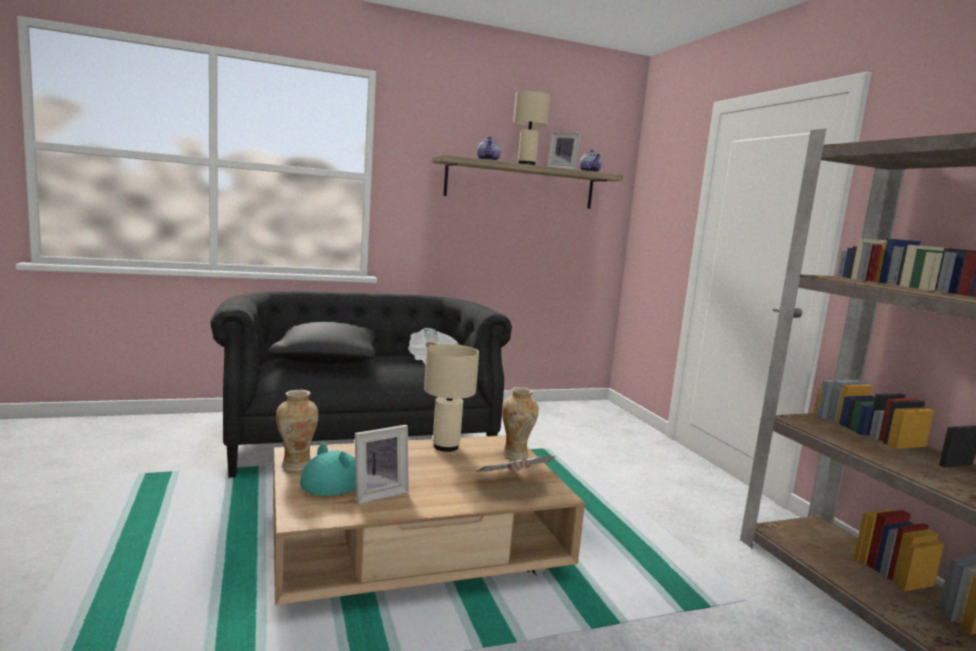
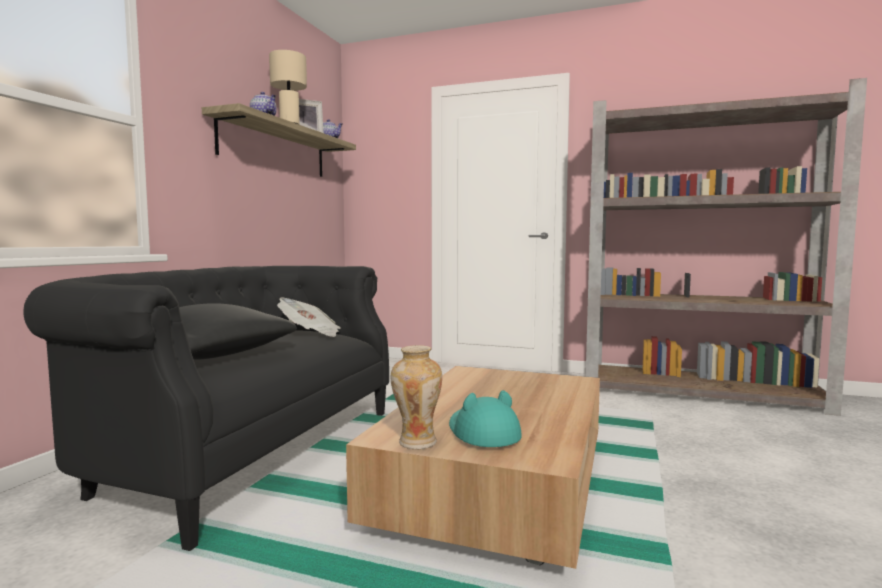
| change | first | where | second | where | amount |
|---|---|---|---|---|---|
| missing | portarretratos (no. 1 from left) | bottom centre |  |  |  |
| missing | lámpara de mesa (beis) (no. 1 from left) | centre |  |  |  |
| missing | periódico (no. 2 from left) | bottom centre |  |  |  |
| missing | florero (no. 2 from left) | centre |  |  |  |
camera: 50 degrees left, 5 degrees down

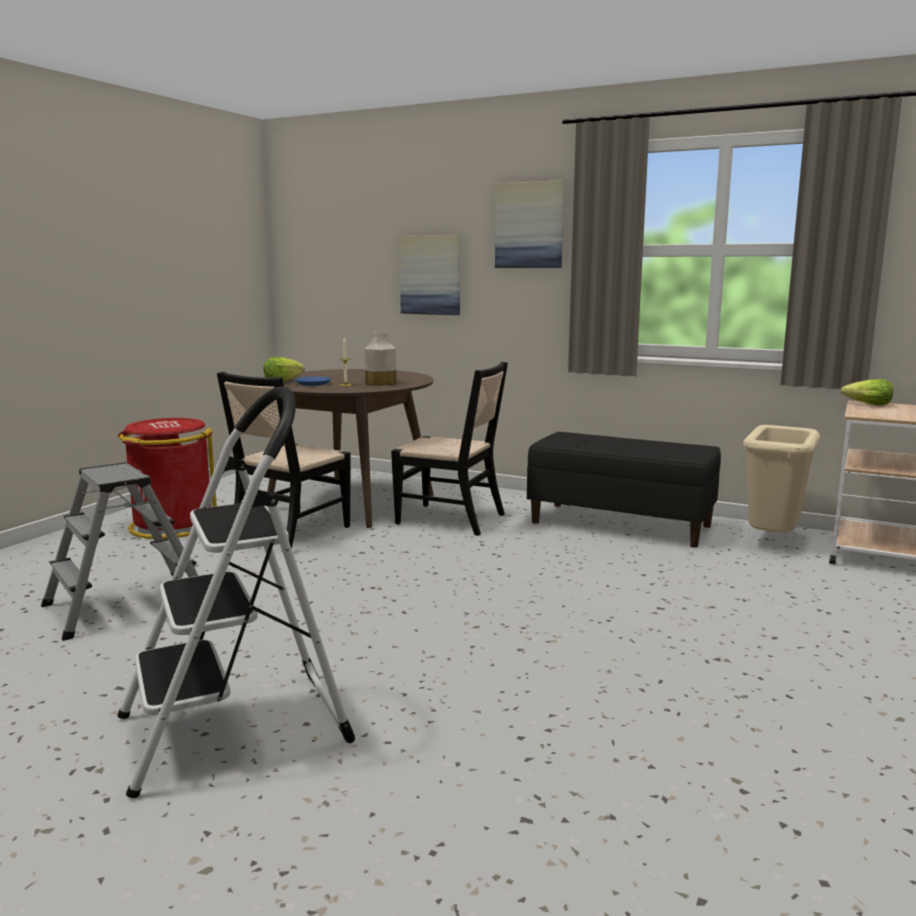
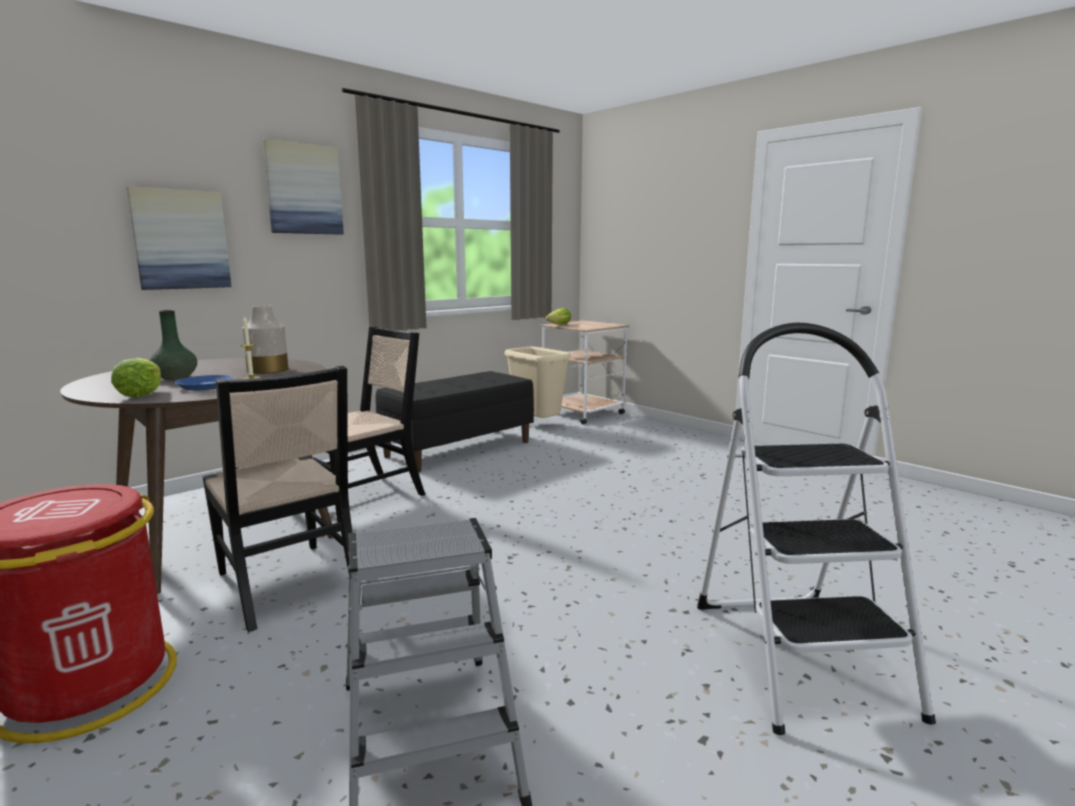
| change | first | where | second | where | amount |
|---|---|---|---|---|---|
| appeared |  |  | florero (verde) | middle left |  |
camera: 70 degrees left, 0 degrees up

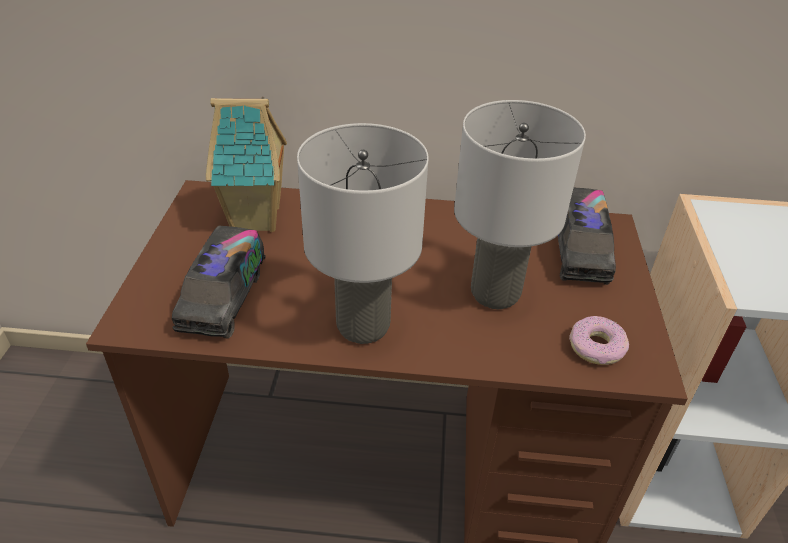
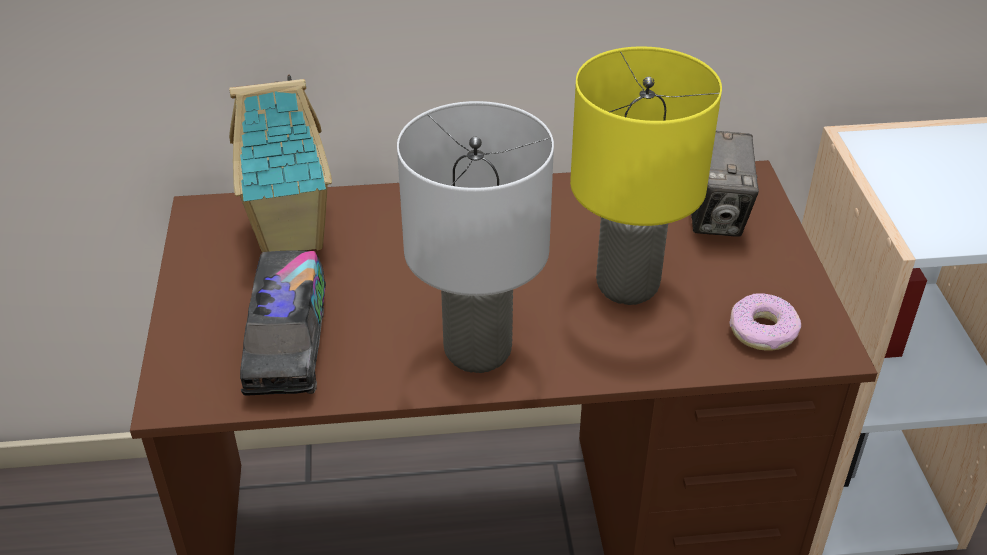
| change | first | where | second | where | amount |
|---|---|---|---|---|---|
| exchanged | camión de juguete (no. 2 from left) | middle right | cámara | top right |  |
| colour | lámpara de mesa (blanco) (no. 2 from left) | centre | lámpara de mesa (amarillo) | top centre |  |
camera: 10 degrees left, 0 degrees up

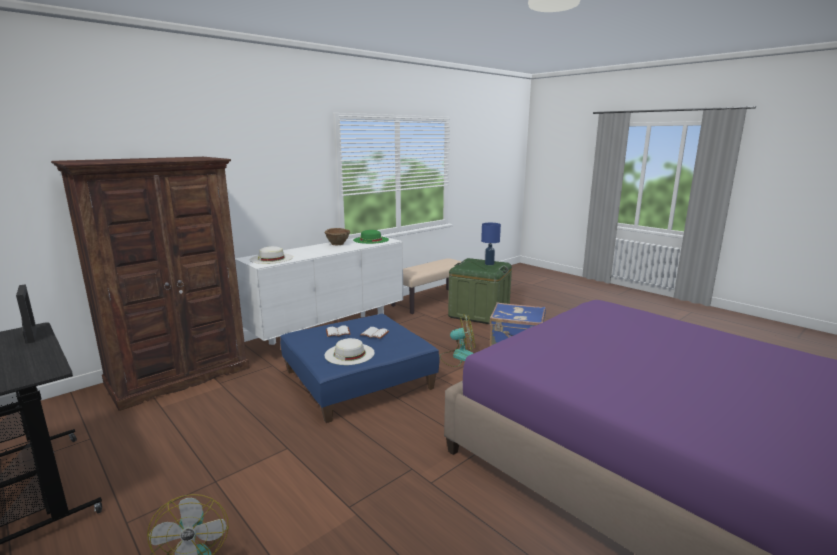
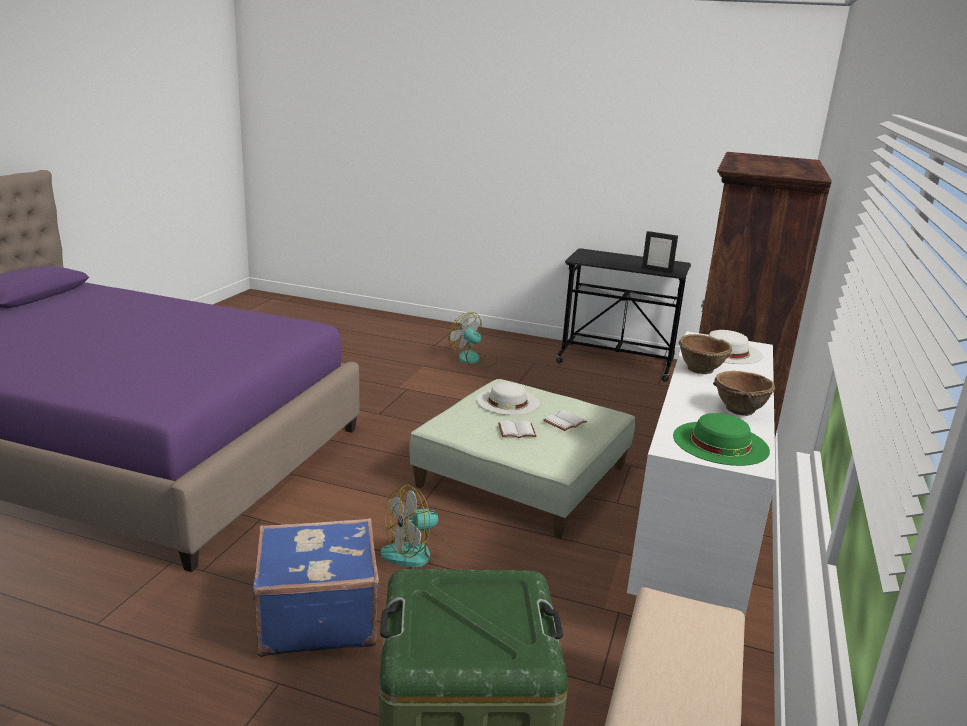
| change | first | where | second | where | amount |
|---|---|---|---|---|---|
| missing | lámpara de mesa (azul) | centre |  |  |  |
| appeared |  |  | cuenco (marrón) (no. 1 from left) | middle right |  |
| colour | puf (azul) | centre | puf (verde) | centre |  |
camera: 150 degrees right, 5 degrees up

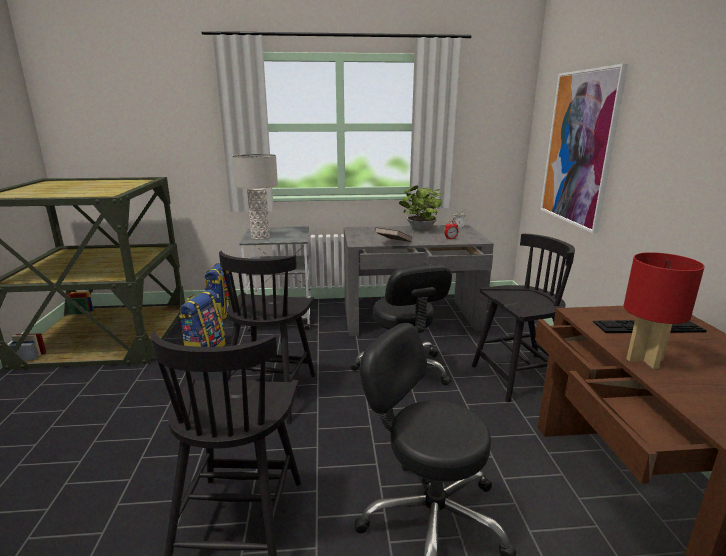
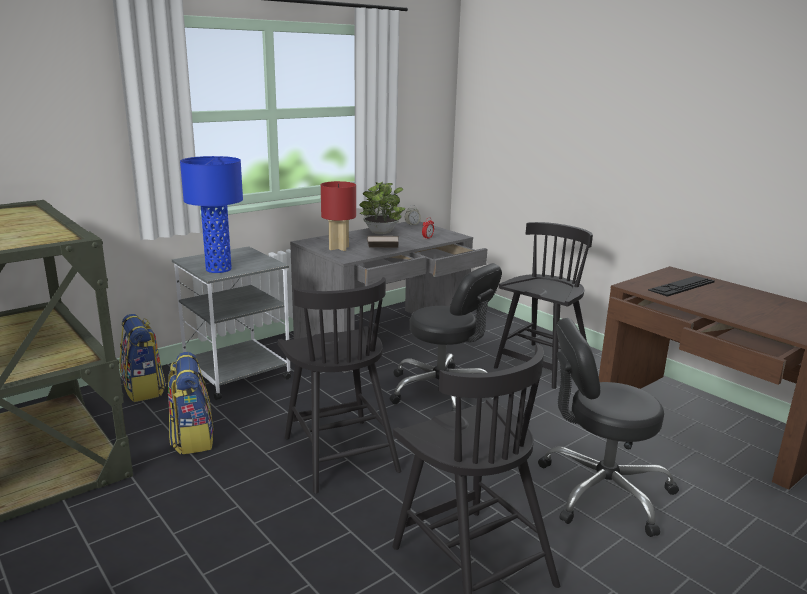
| change | first | where | second | where | amount |
|---|---|---|---|---|---|
| missing | cuadro | top right |  |  |  |
| relocated | lámpara de mesa (rojo) | middle right |  | centre |  |
| colour | lámpara de mesa (blanco) | centre | lámpara de mesa (azul) | middle left |  |
camera: 35 degrees left, 0 degrees up

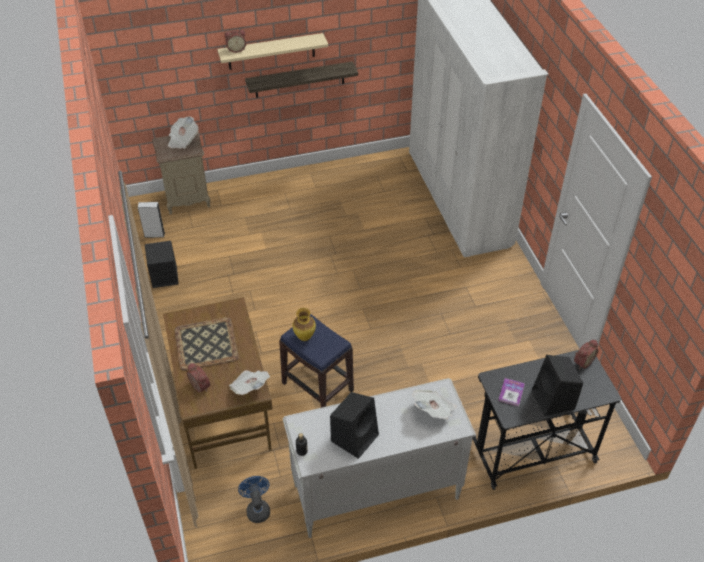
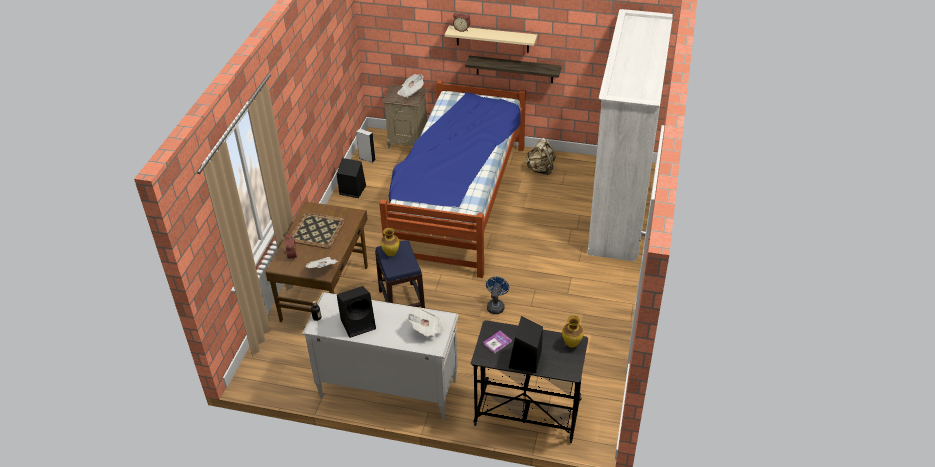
| change | first | where | second | where | amount |
|---|---|---|---|---|---|
| appeared |  |  | cama | centre |  |
| appeared |  |  | mochila (beis) | centre |  |
| relocated | ventilador (azul) | bottom centre |  | centre |  |
| exchanged | despertador (no. 3 from left) | middle right | florero (no. 2 from left) | bottom centre |  |
camera: 30 degrees right, 5 degrees down

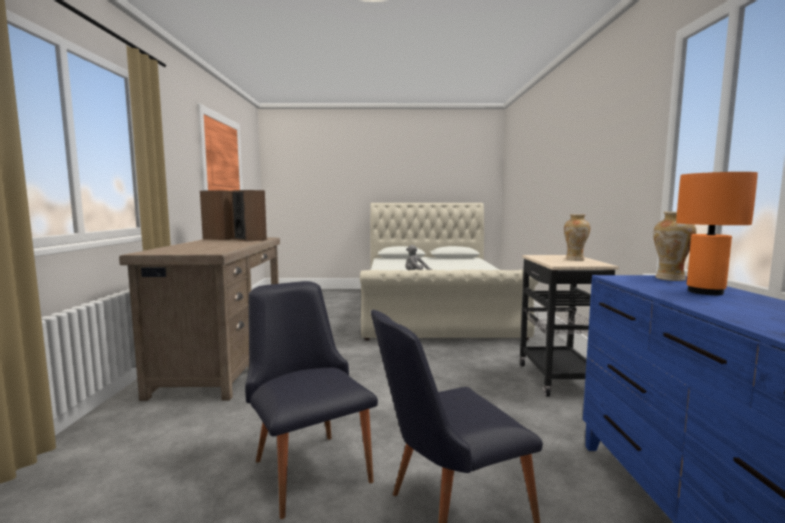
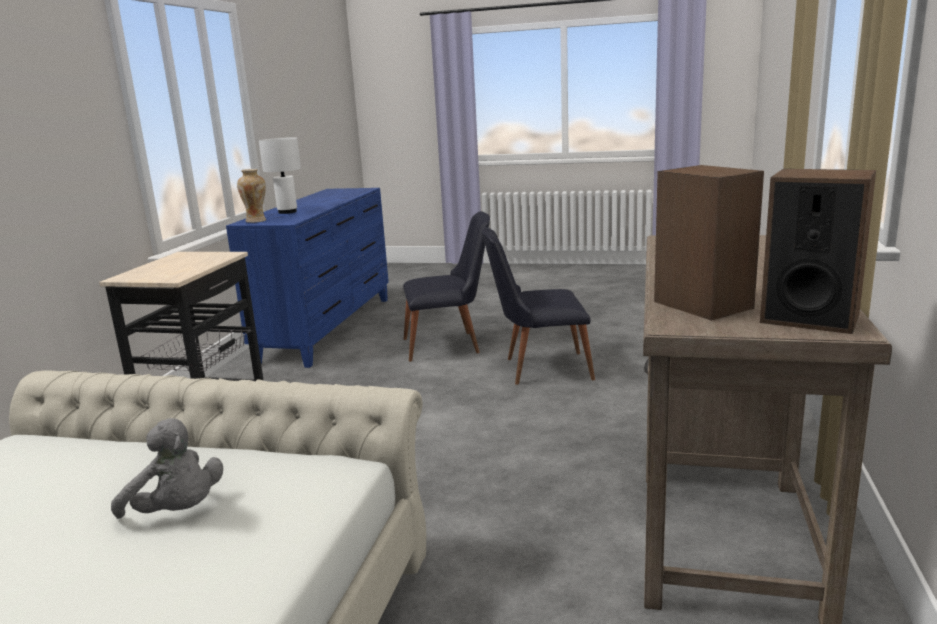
| change | first | where | second | where | amount |
|---|---|---|---|---|---|
| missing | florero (no. 1 from left) | middle right |  |  |  |
| colour | lámpara de mesa (naranja) | middle right | lámpara de mesa (blanco) | top left |  |
| spun | silla (negro) (no. 1 from left in the first image) | bottom centre | silla (negro) (no. 2 from left) | centre | 105 degrees clockwise |
camera: 165 degrees left, 10 degrees up

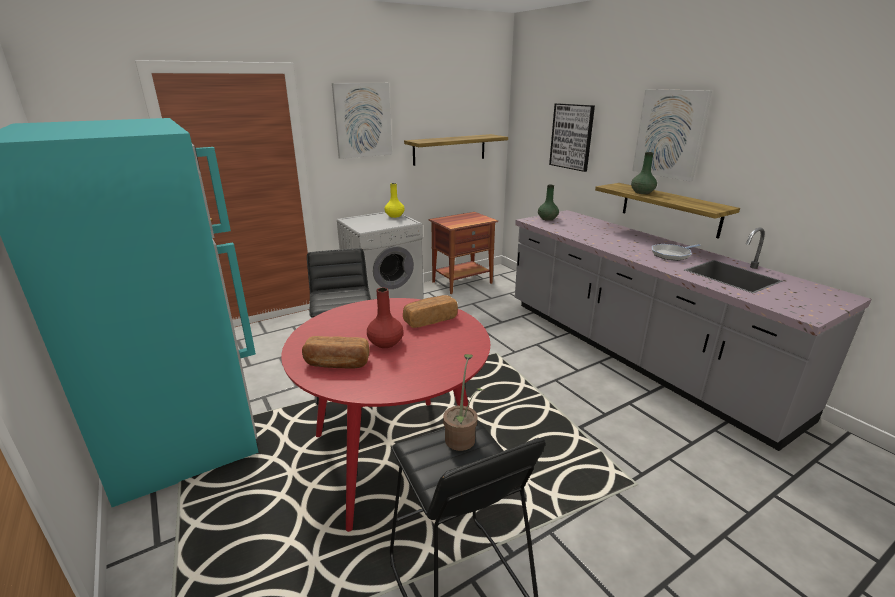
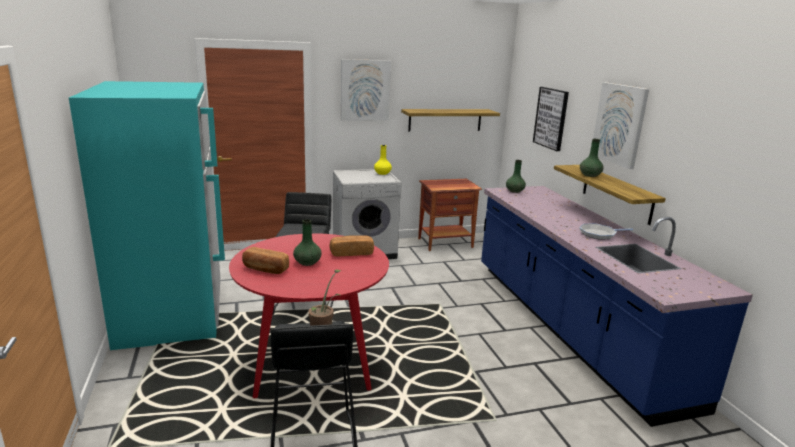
| change | first | where | second | where | amount |
|---|---|---|---|---|---|
| colour | florero (rojo) | centre | florero (verde) (no. 1 from left) | centre |  |
| colour | mueble bajo de cocina (gris) | middle right | mueble bajo de cocina (azul) | bottom right |  |
camera: 15 degrees right, 5 degrees down

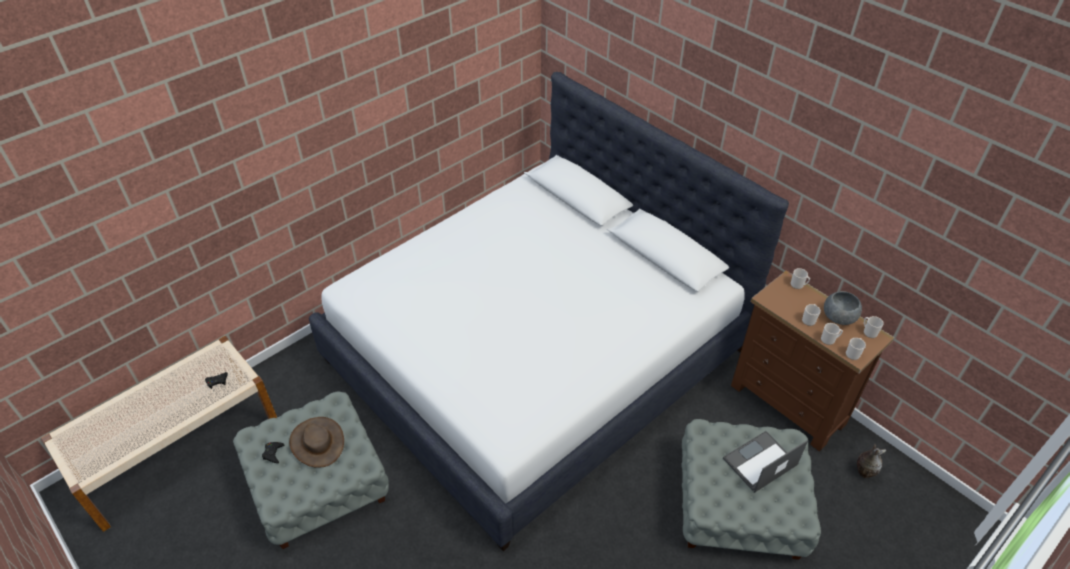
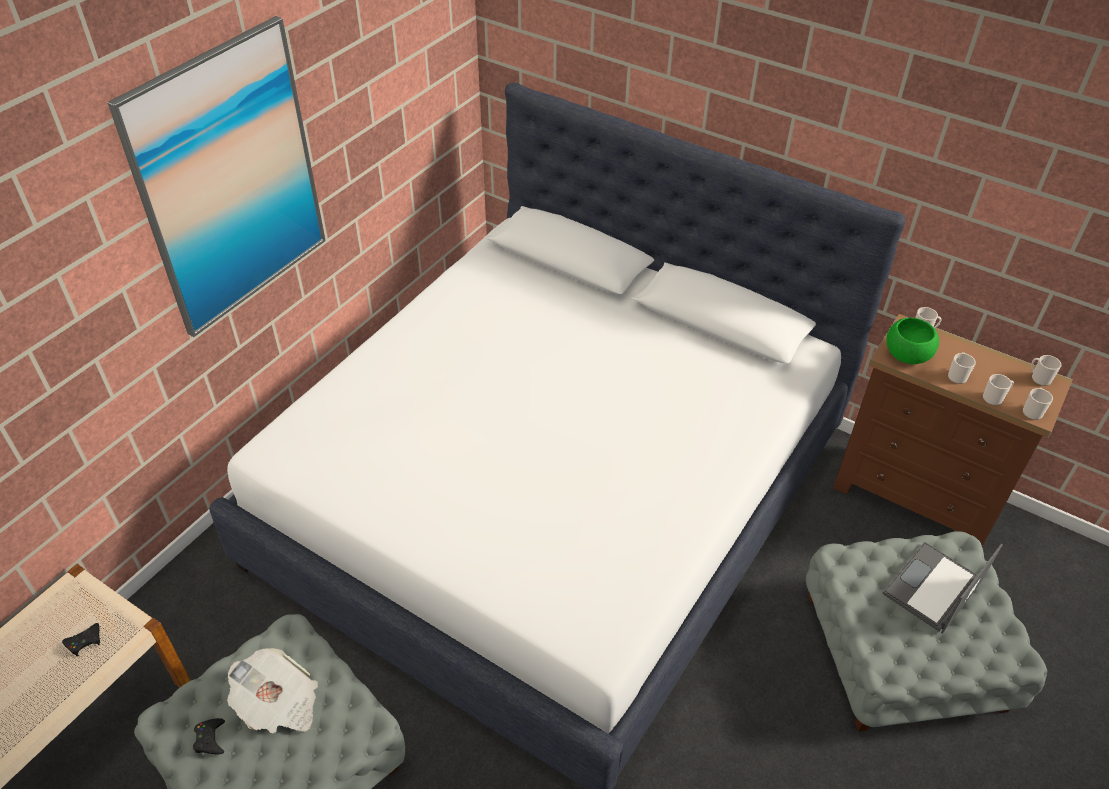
| change | first | where | second | where | amount |
|---|---|---|---|---|---|
| missing | cuenco (gris) | middle right |  |  |  |
| missing | florero | bottom right |  |  |  |
| appeared |  |  | cuadro | top left |  |
| appeared |  |  | cuenco (verde) | middle right |  |
| exchanged | sombrero (marrón) | bottom left | periódico | bottom left |  |
camera: 15 degrees left, 0 degrees up

